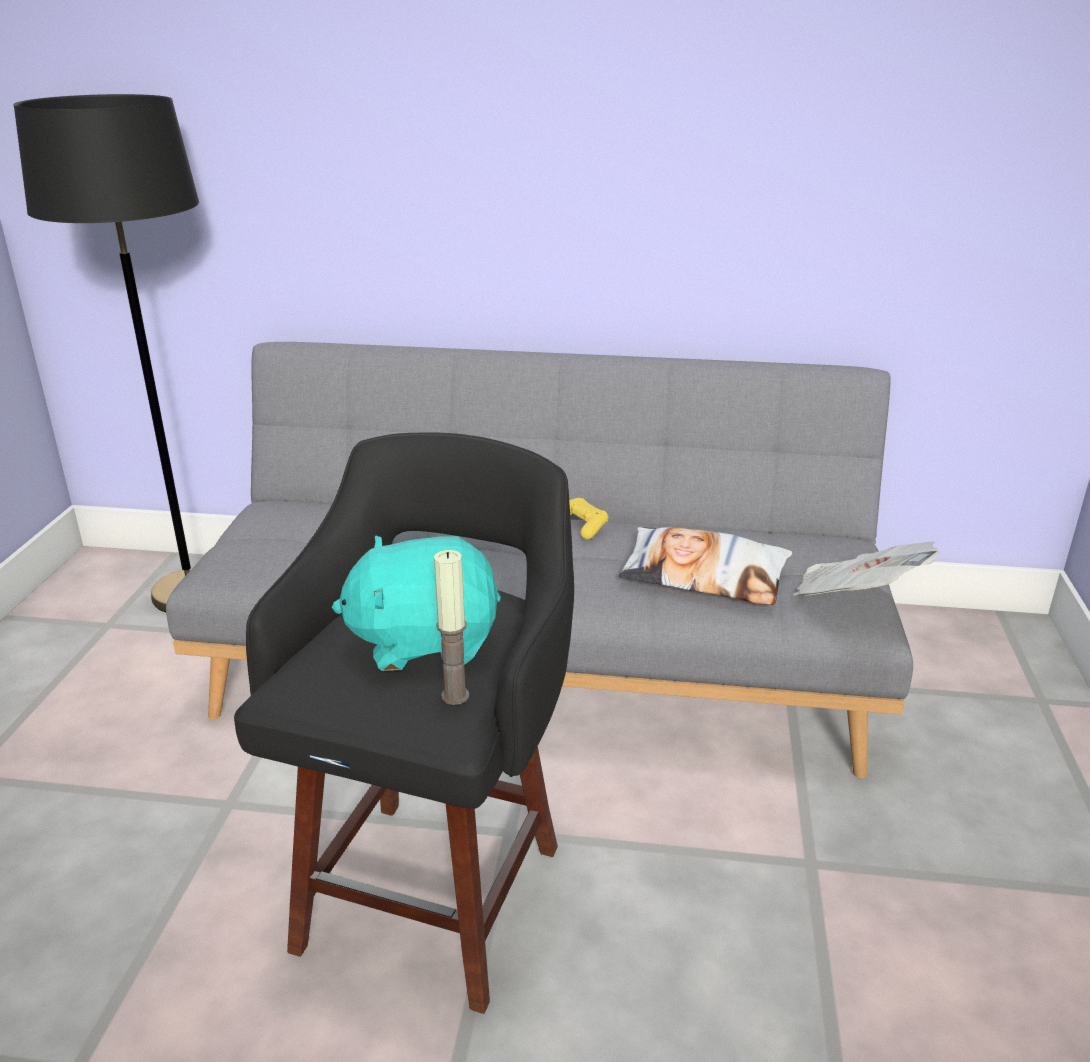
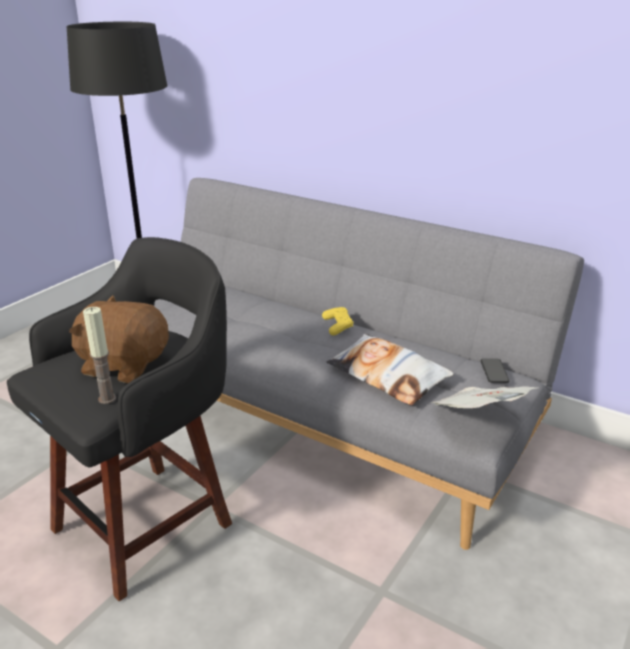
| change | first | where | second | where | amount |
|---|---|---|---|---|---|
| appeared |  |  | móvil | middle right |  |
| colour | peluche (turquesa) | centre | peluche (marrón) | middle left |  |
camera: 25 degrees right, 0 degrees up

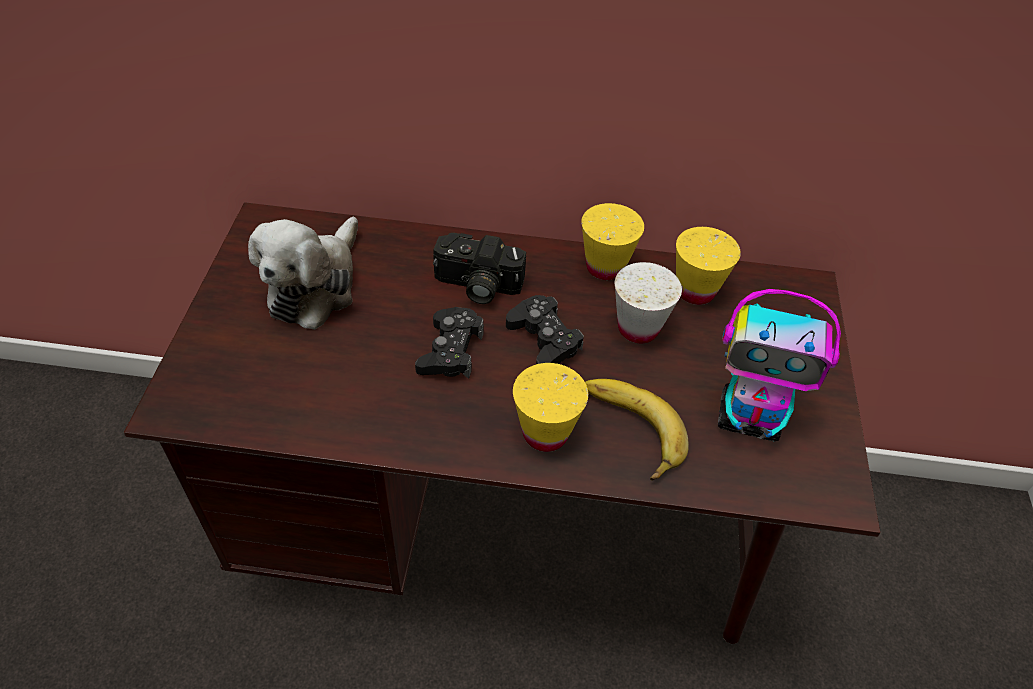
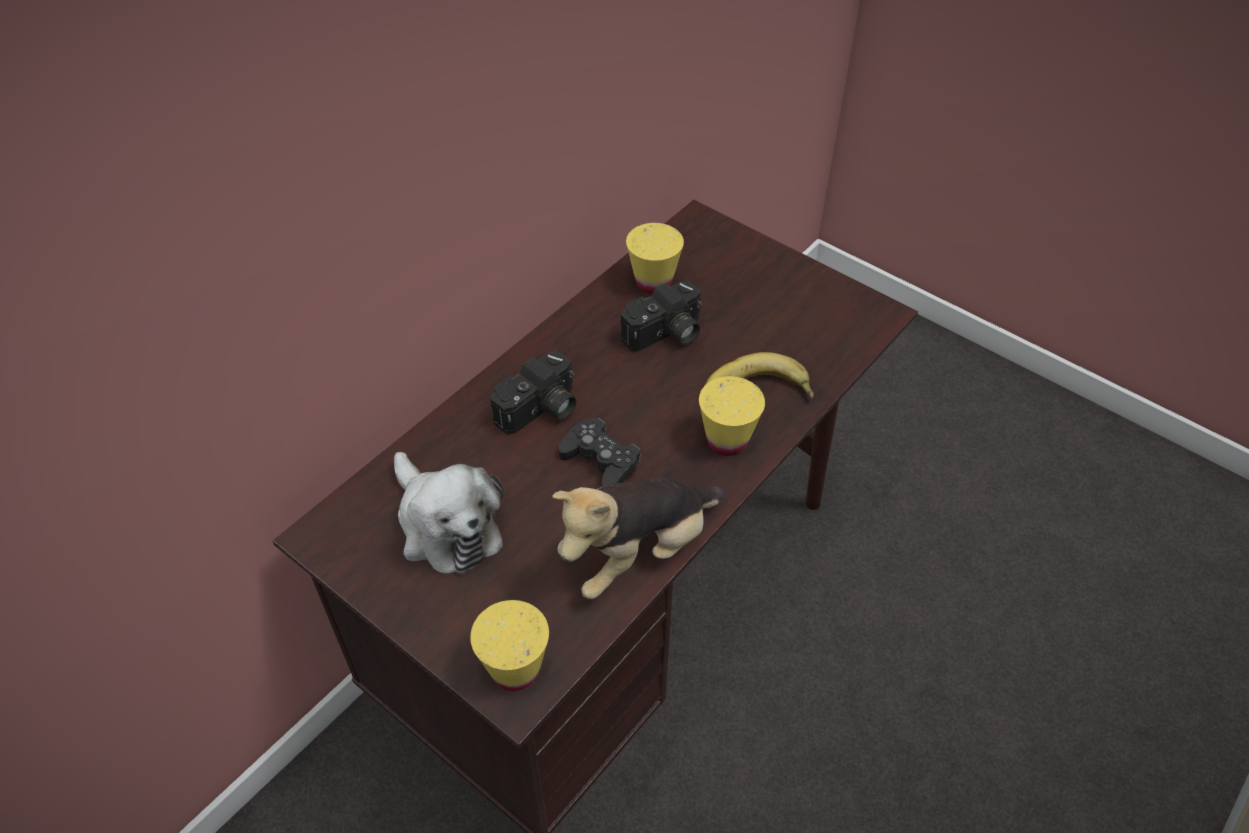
| change | first | where | second | where | amount |
|---|---|---|---|---|---|
| missing | mando de consola (negro) (no. 2 from left) | centre |  |  |  |
| missing | robot de juguete | middle right |  |  |  |
| appeared |  |  | peluche (no. 2 from left) | centre |  |
| relocated | taza (amarillo) (no. 2 from left in the first image) | centre | taza (amarillo) (no. 1 from left) | bottom centre |  |
| exchanged | taza (blanco) | centre | cámara (no. 2 from left) | centre |  |
camera: 55 degrees left, 0 degrees up

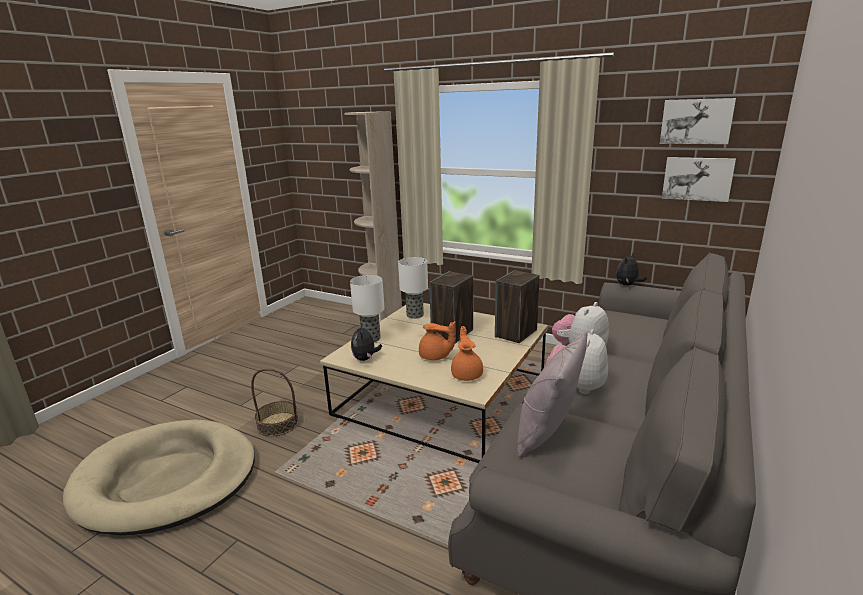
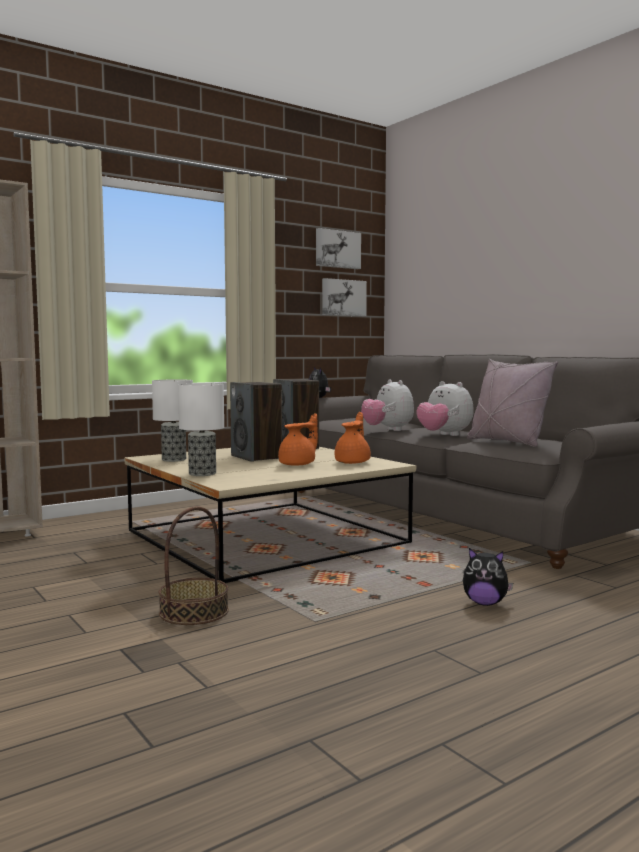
| change | first | where | second | where | amount |
|---|---|---|---|---|---|
| missing | cama para perro (beis) | bottom left |  |  |  |
| relocated | peluche (no. 1 from left in the first image) | centre | peluche (no. 4 from left) | bottom right |  |
| spun | tetera (naranja) (no. 2 from left) | centre |  | centre | 90 degrees clockwise |
camera: 65 degrees left, 15 degrees down

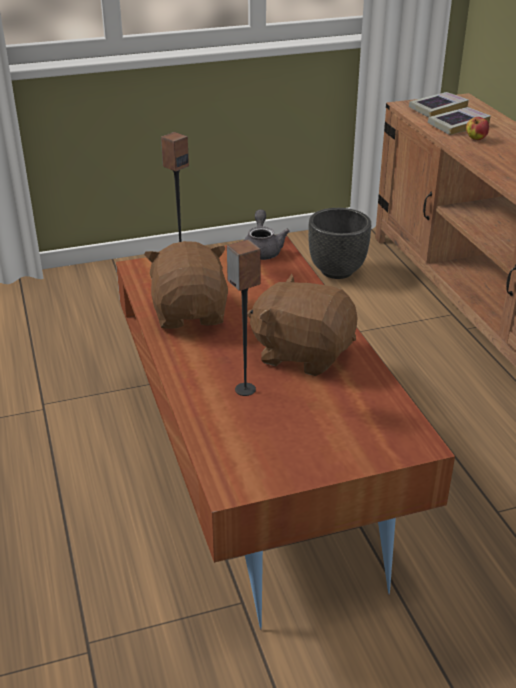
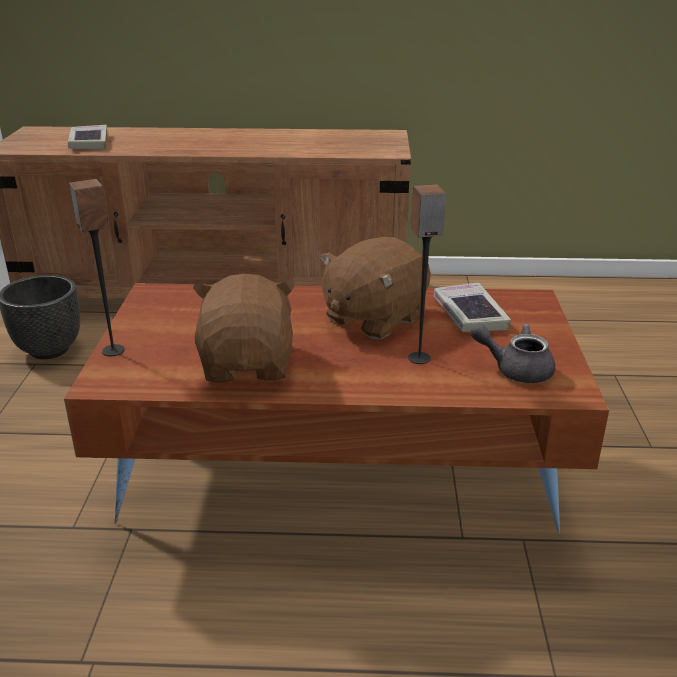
| change | first | where | second | where | amount |
|---|---|---|---|---|---|
| missing | manzana | top right |  |  |  |
| relocated | tetera (gris) | centre |  | middle right |  |
| relocated | libro (no. 1 from left in the first image) | top right | libro (no. 2 from left) | middle right |  |
| spun | peluche (marrón) (no. 1 from left) | centre |  | centre | 75 degrees clockwise |
camera: 70 degrees left, 5 degrees down

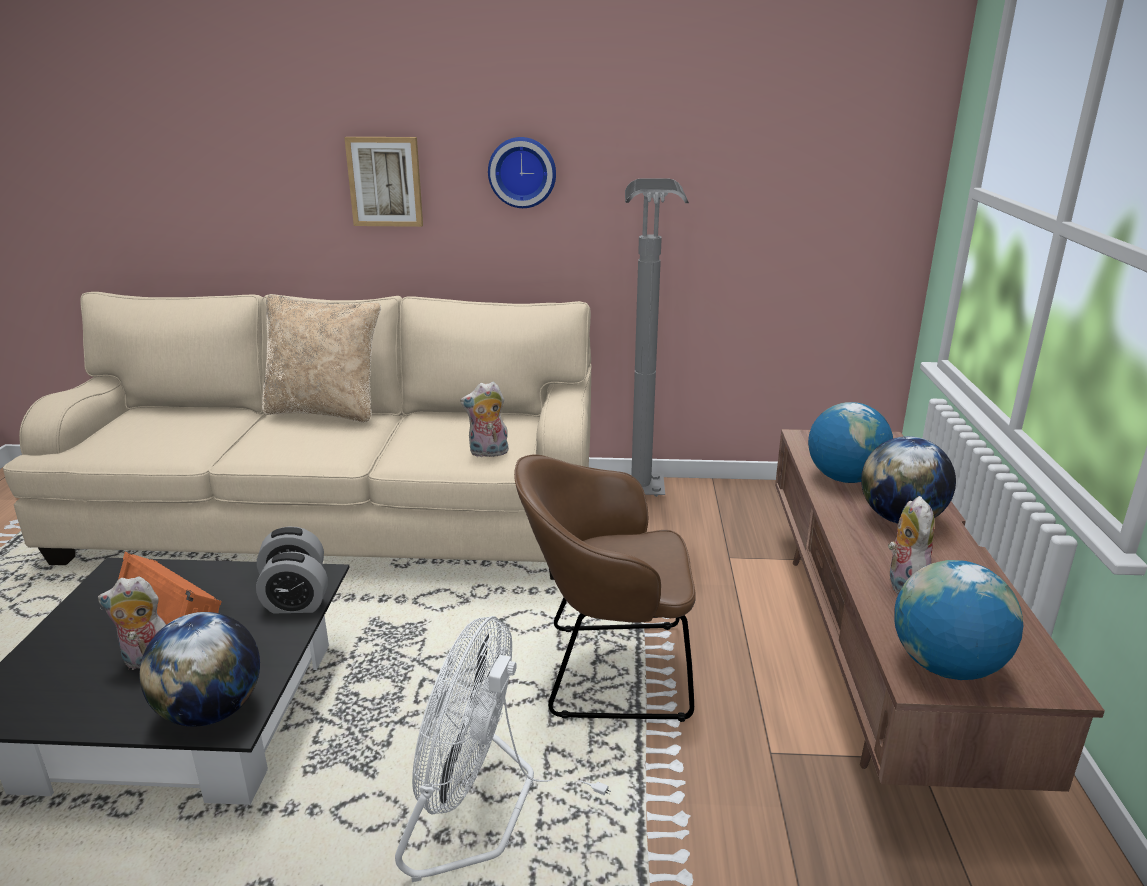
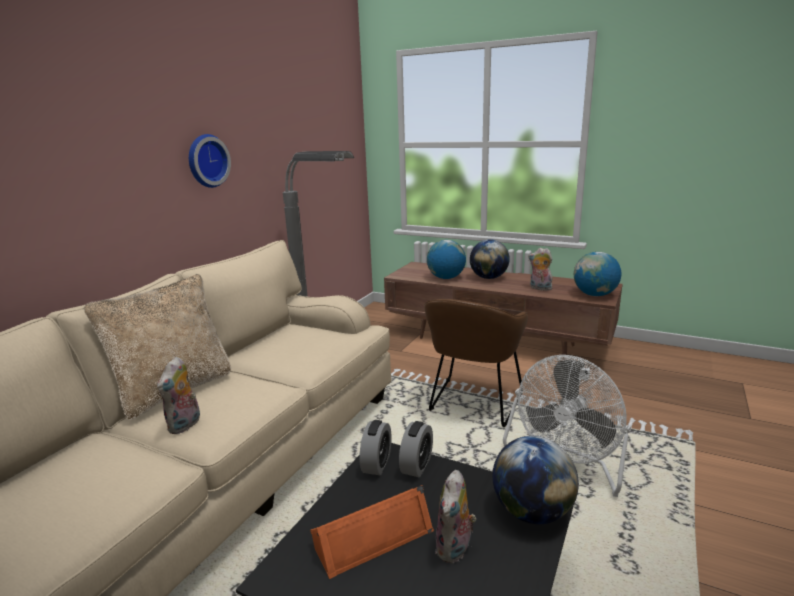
| change | first | where | second | where | amount |
|---|---|---|---|---|---|
| missing | cuadro | top centre |  |  |  |
| relocated | peluche (no. 2 from left in the first image) | centre | peluche (no. 1 from left) | middle left |  |
camera: 65 degrees left, 5 degrees down

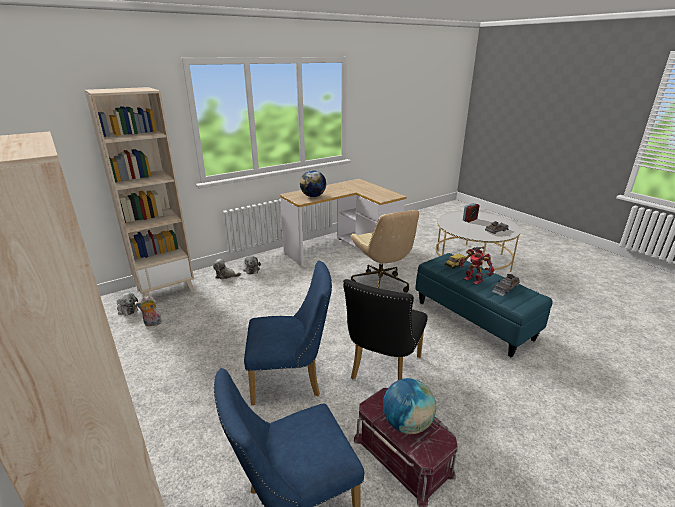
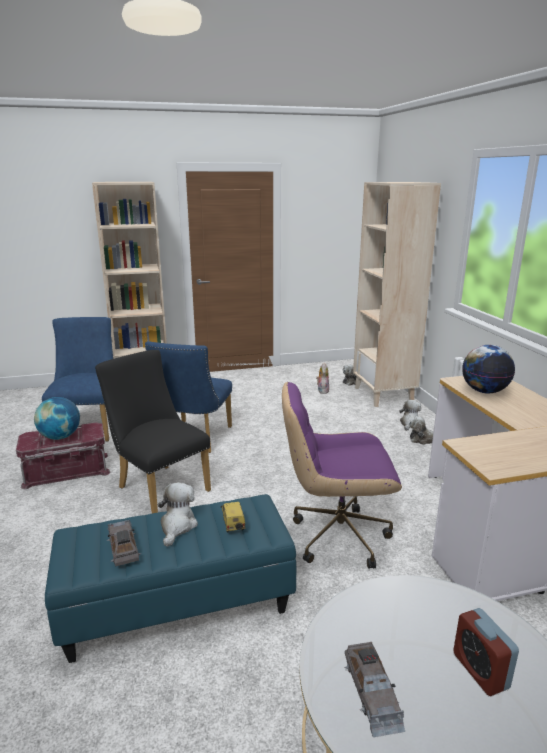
| change | first | where | second | where | amount |
|---|---|---|---|---|---|
| exchanged | robot de juguete | middle right | peluche (no. 1 from left) | bottom left |  |
| colour | silla de oficina (beis) | centre | silla de oficina (morado) | centre |  |
camera: 110 degrees right, 5 degrees down

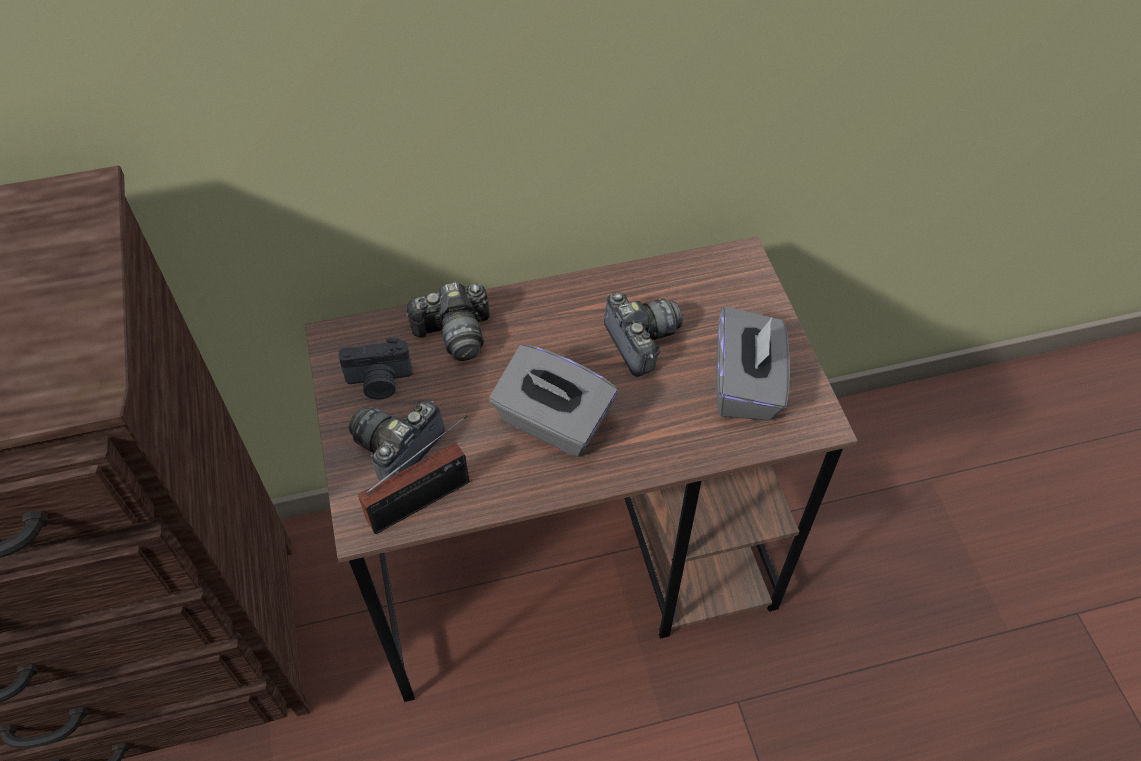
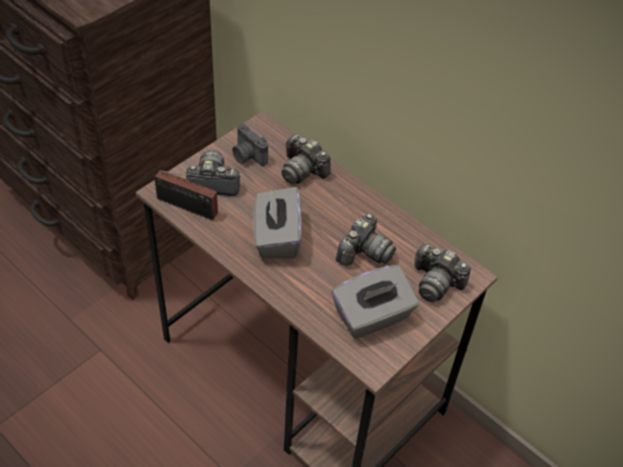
| change | first | where | second | where | amount |
|---|---|---|---|---|---|
| appeared |  |  | cámara (no. 5 from left) | middle right |  |
camera: 55 degrees right, 5 degrees down

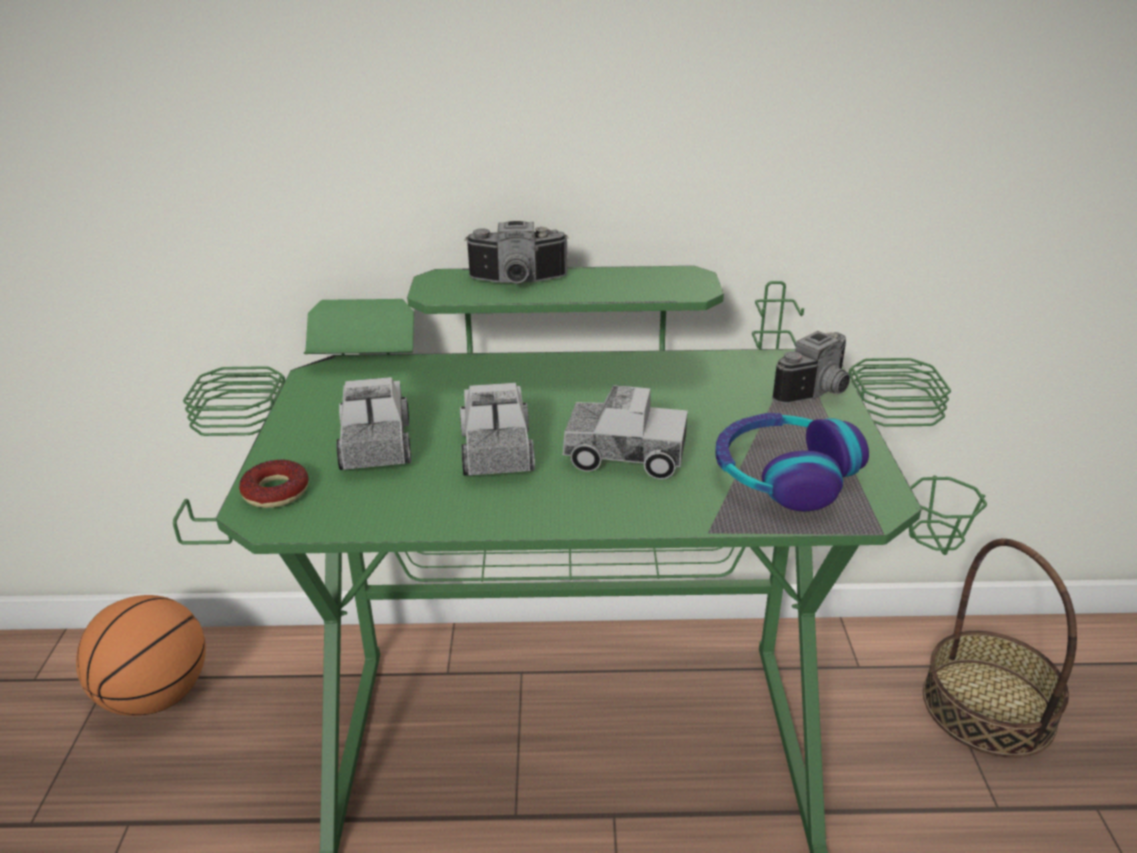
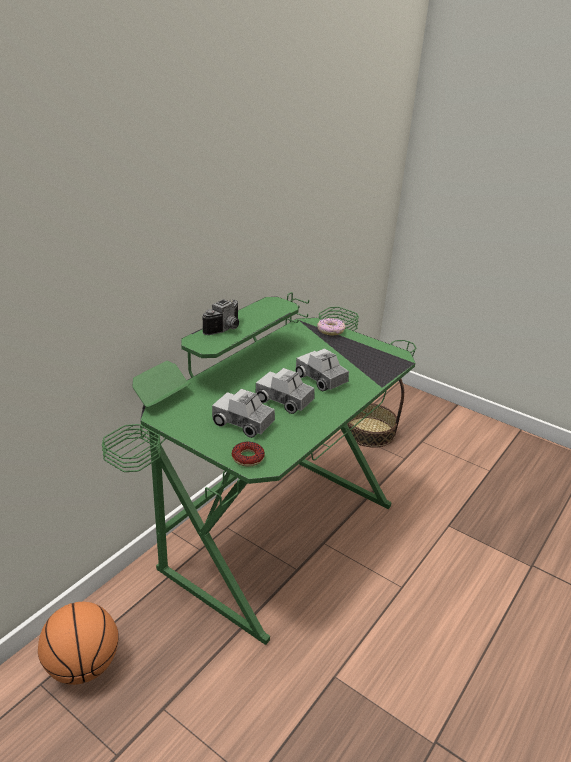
| change | first | where | second | where | amount |
|---|---|---|---|---|---|
| missing | auriculares | middle right |  |  |  |
| exchanged | cámara (no. 2 from left) | middle right | rosquilla (no. 2 from left) | centre |  |
| spun | camión de juguete (no. 3 from left) | centre |  | centre | 90 degrees counterclockwise |
camera: 55 degrees left, 0 degrees up

